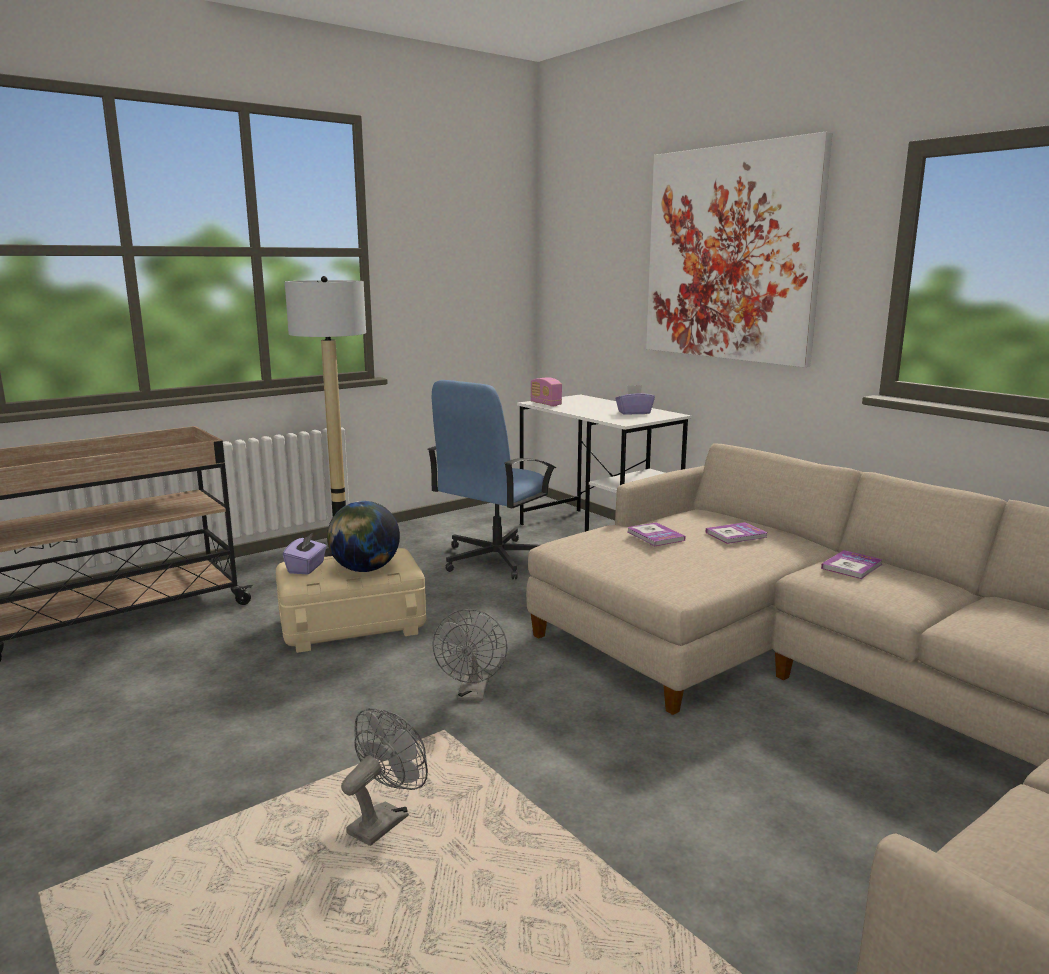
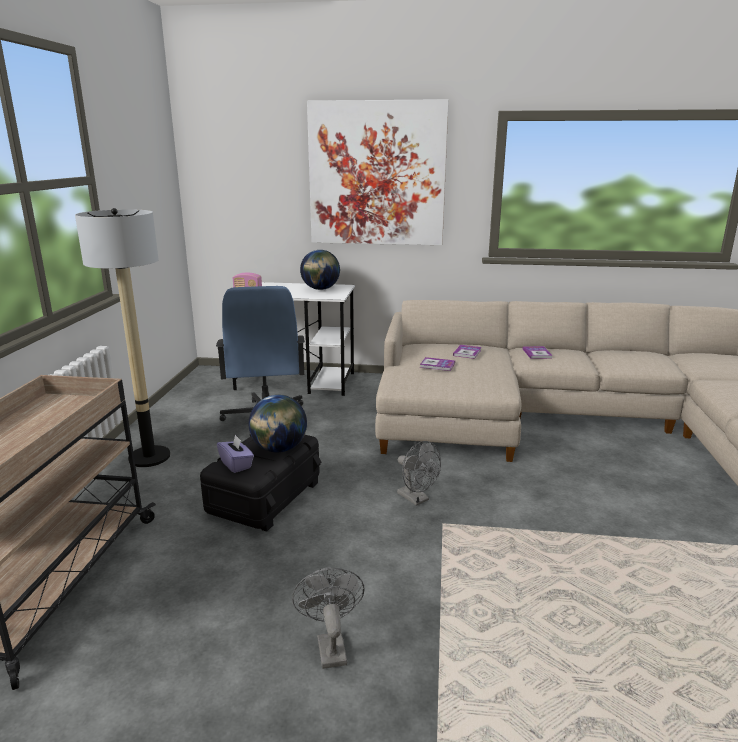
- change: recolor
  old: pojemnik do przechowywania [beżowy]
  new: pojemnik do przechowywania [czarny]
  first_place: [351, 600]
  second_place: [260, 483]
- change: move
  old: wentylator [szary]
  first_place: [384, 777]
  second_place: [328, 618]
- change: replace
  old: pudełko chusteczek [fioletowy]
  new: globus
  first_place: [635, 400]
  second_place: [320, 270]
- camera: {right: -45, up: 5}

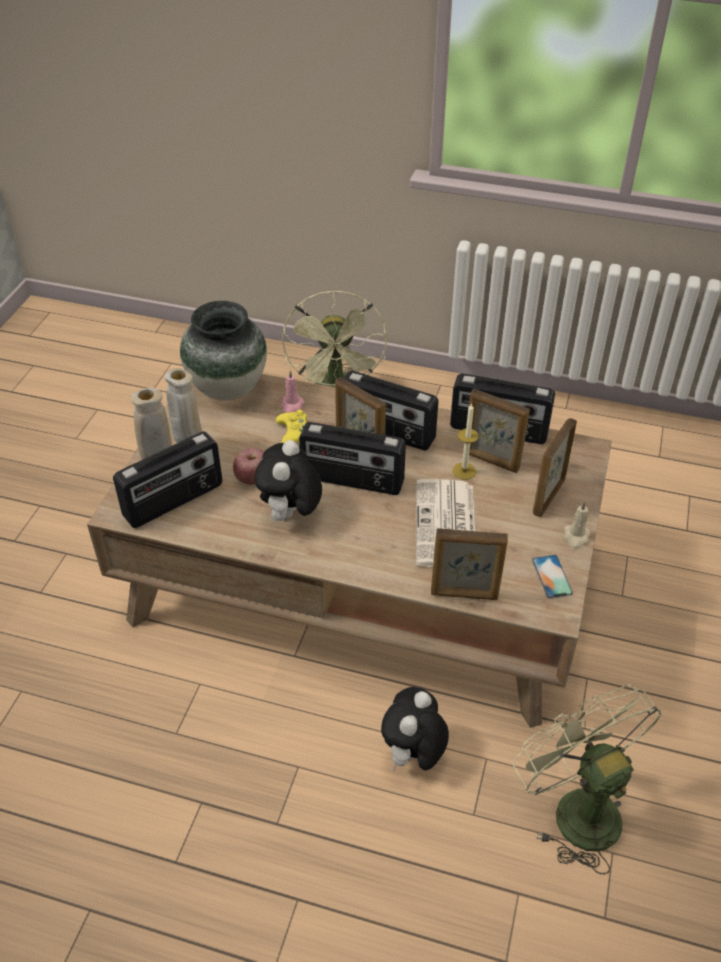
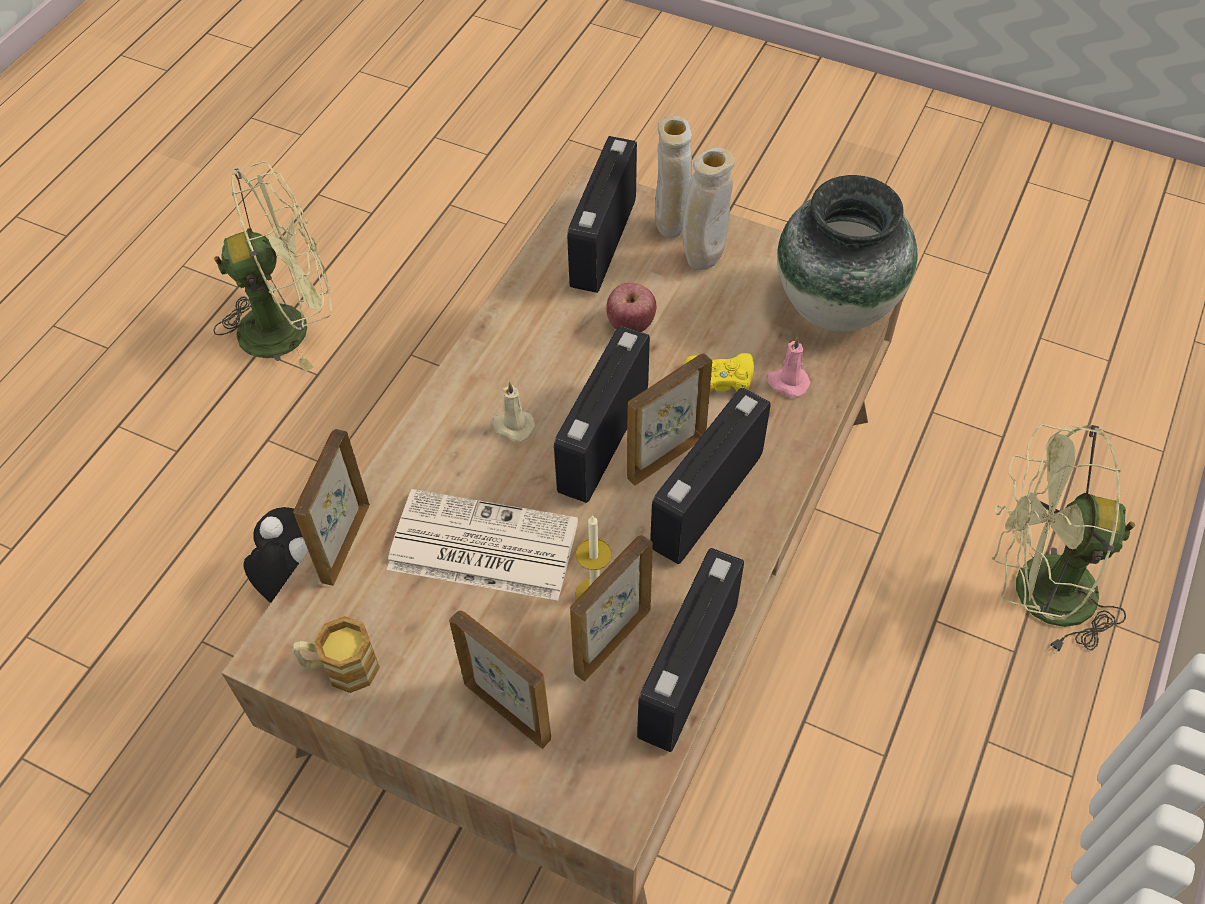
- change: rotate
  old: radio
  first_place: [167, 479]
  second_place: [602, 214]
  degrees: 45
- change: delete
  old: pluszak
  first_place: [288, 482]
- change: move
  old: wentylator [zielony]
  first_place: [587, 779]
  second_place: [273, 266]
- change: replace
  old: telefon
  new: kubek
  first_place: [552, 577]
  second_place: [336, 654]
- change: move
  old: świeca [beżowy]
  first_place: [577, 525]
  second_place: [514, 411]
- camera: {right: 100, up: 10}

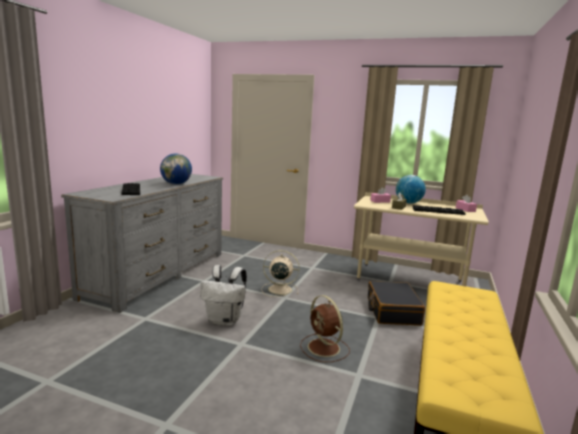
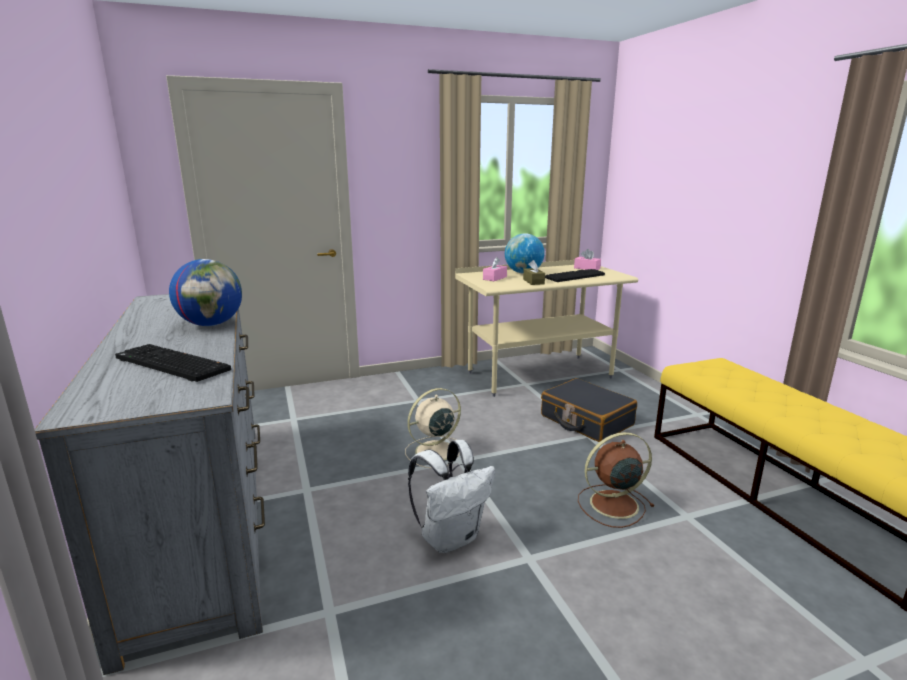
- change: rotate
  old: wentylator [brązowy]
  first_place: [325, 328]
  second_place: [616, 480]
  degrees: 150
- camera: {right: -40, up: 5}

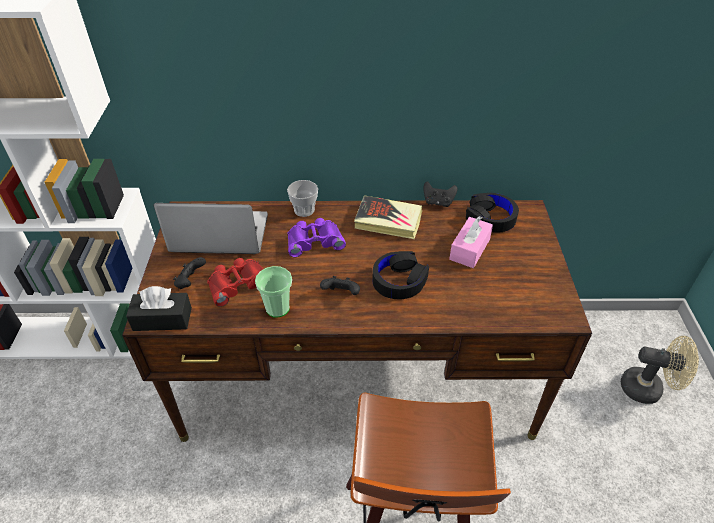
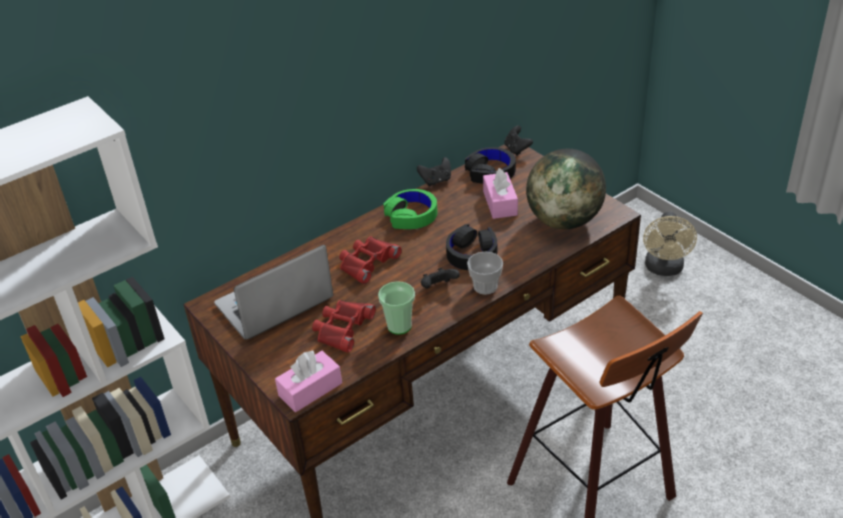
- change: recolor
  old: pudełko chusteczek [czarny]
  new: pudełko chusteczek [różowy]
  first_place: [159, 308]
  second_place: [308, 381]
- change: move
  old: pad do gier [czarny]
  first_place: [189, 273]
  second_place: [518, 141]
- change: move
  old: filiżanka
  first_place: [302, 198]
  second_place: [485, 273]
- change: recolor
  old: lornetka [fioletowy]
  new: lornetka [czerwony]
  first_place: [316, 237]
  second_place: [371, 260]
- change: replace
  old: książka
  new: słuchawki [zielony]
  first_place: [388, 217]
  second_place: [411, 209]
- change: rotate
  old: wentylator [beżowy]
  first_place: [660, 370]
  second_place: [670, 244]
  degrees: 120
- change: insert
  new: globus
  second_place: [566, 189]
- camera: {right: -35, up: -5}

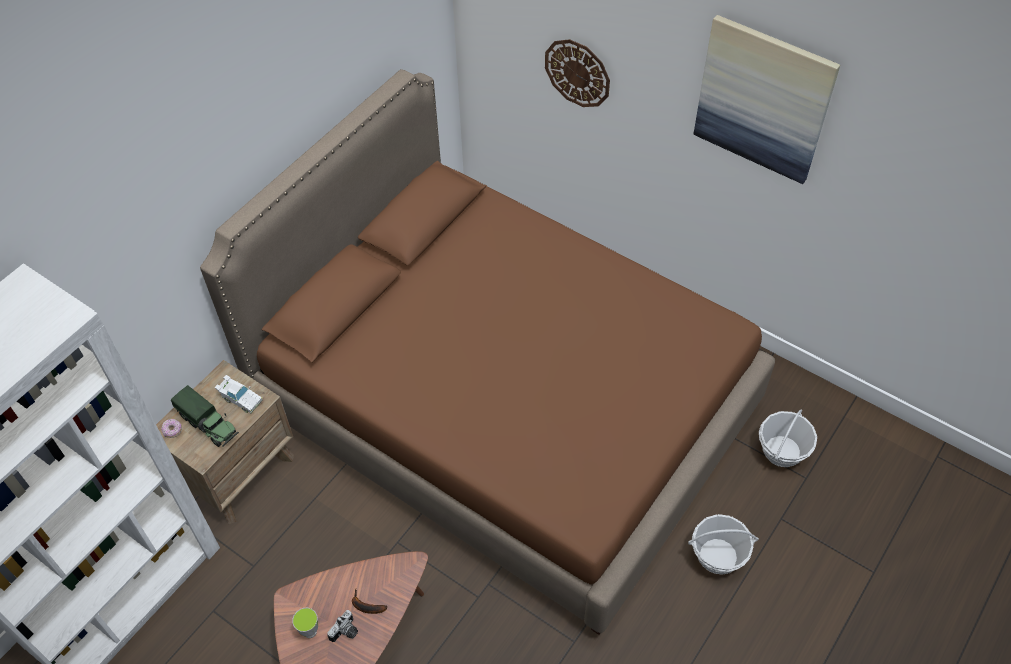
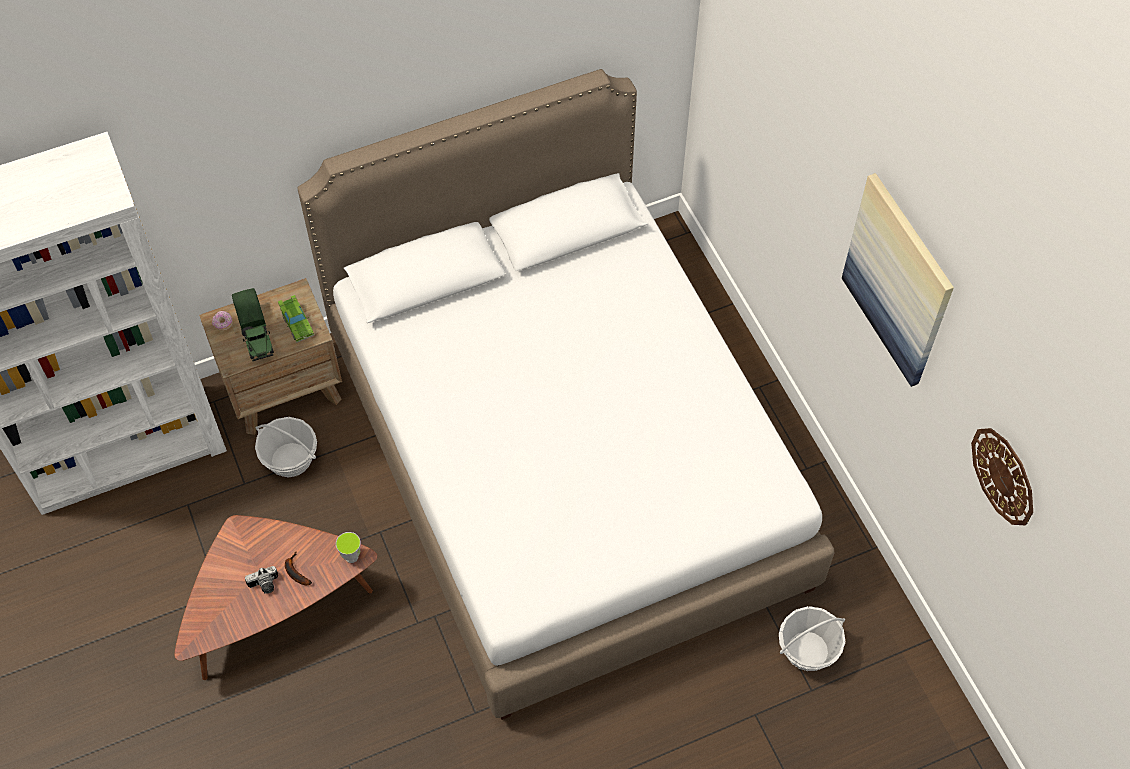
- change: recolor
  old: łóżko [brązowy]
  new: łóżko [biały]
  first_place: [487, 352]
  second_place: [566, 394]
- change: recolor
  old: samochodzik [biały]
  new: samochodzik [zielony]
  first_place: [238, 394]
  second_place: [296, 319]
- change: move
  old: filiżanka
  first_place: [305, 623]
  second_place: [348, 547]
- change: move
  old: zegar ścienny
  first_place: [577, 73]
  second_place: [1002, 476]
- change: move
  old: koszyk
  first_place: [723, 544]
  second_place: [286, 447]
- camera: {right: 30, up: 5}

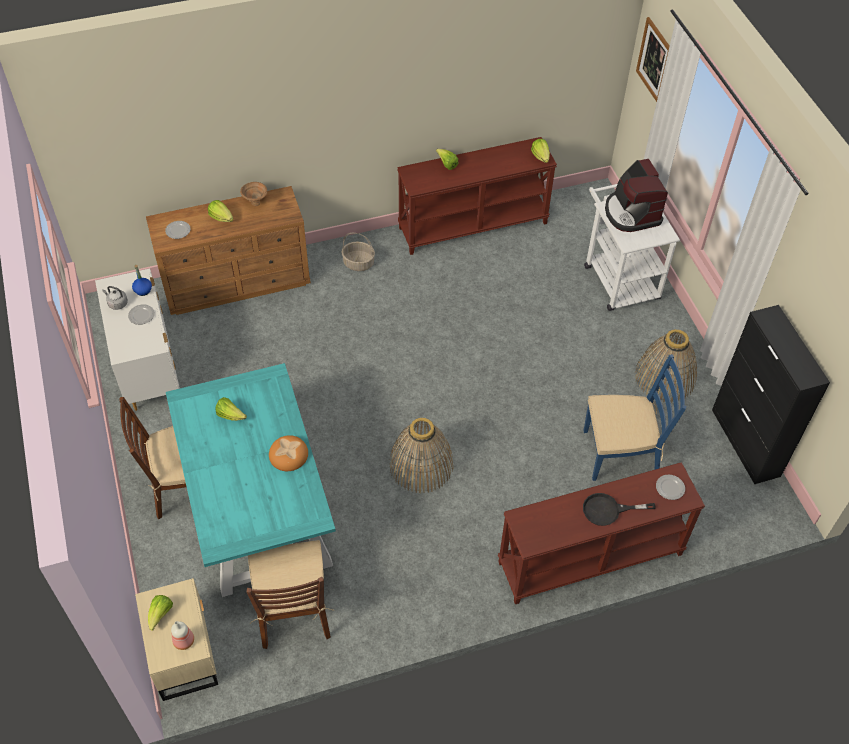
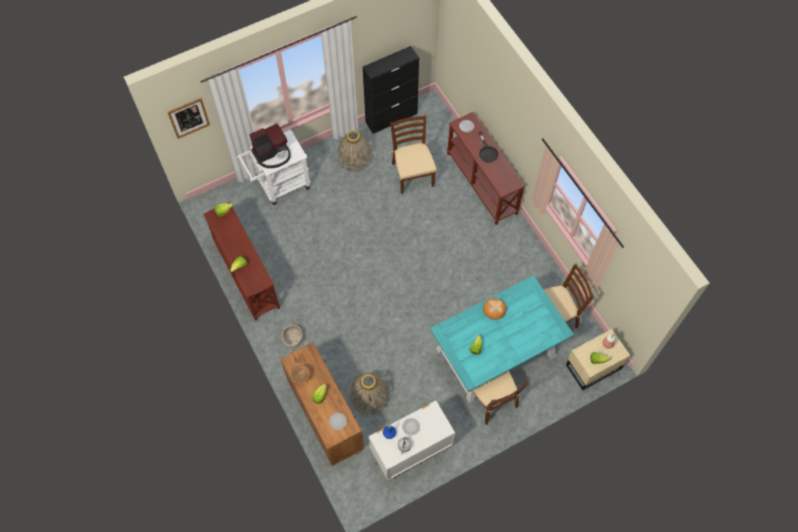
- change: move
  old: koszyk
  first_place: [421, 455]
  second_place: [370, 394]
- change: recolor
  old: krzesło [niebieski]
  new: krzesło [brązowy]
  first_place: [635, 417]
  second_place: [413, 154]
- camera: {right: -100, up: 10}

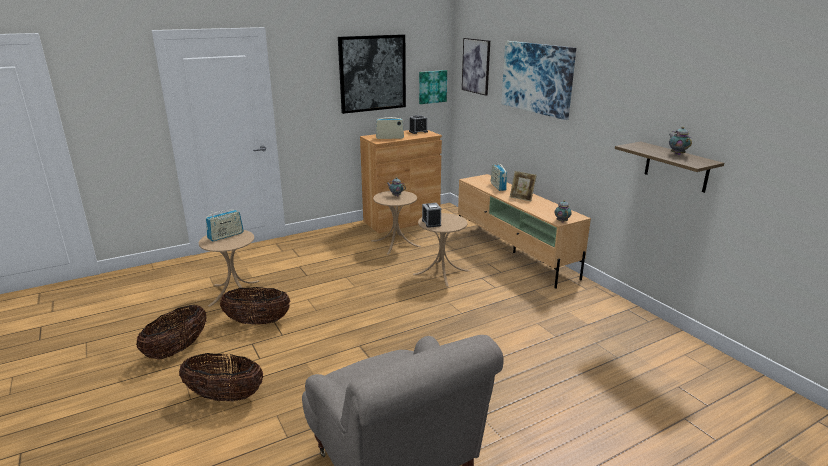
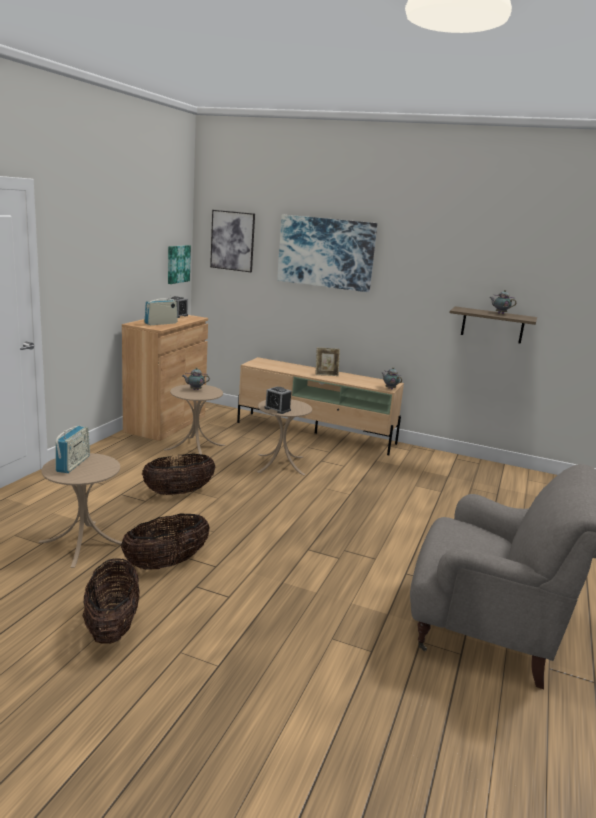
- change: move
  old: koszyk
  first_place: [221, 377]
  second_place: [178, 474]
- change: delete
  old: obraz
  first_place: [372, 74]
- change: delete
  old: radio
  first_place: [499, 177]
- camera: {right: -40, up: -5}

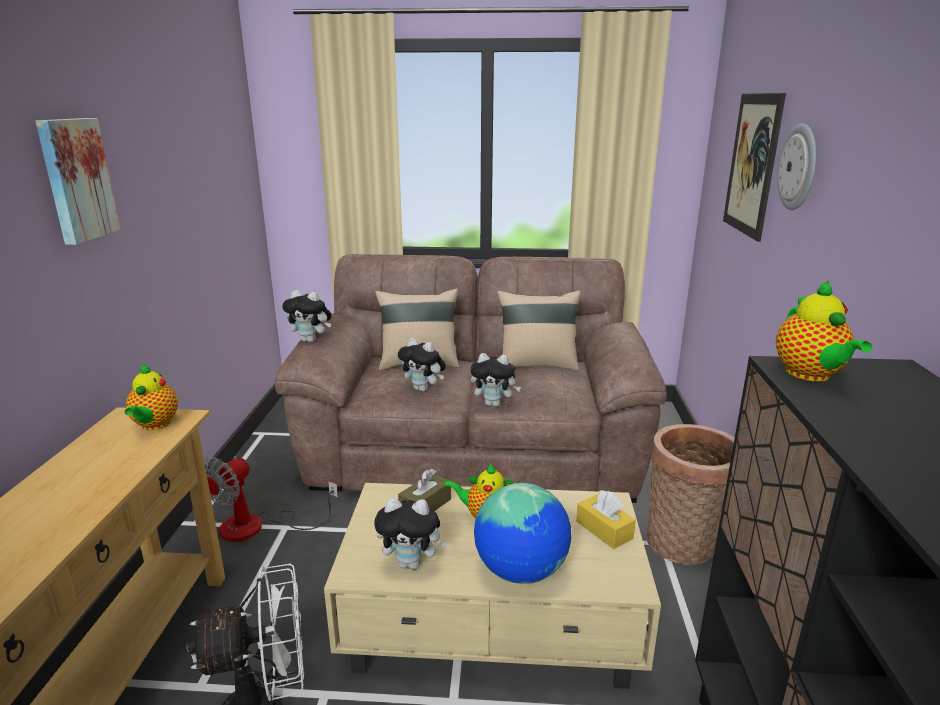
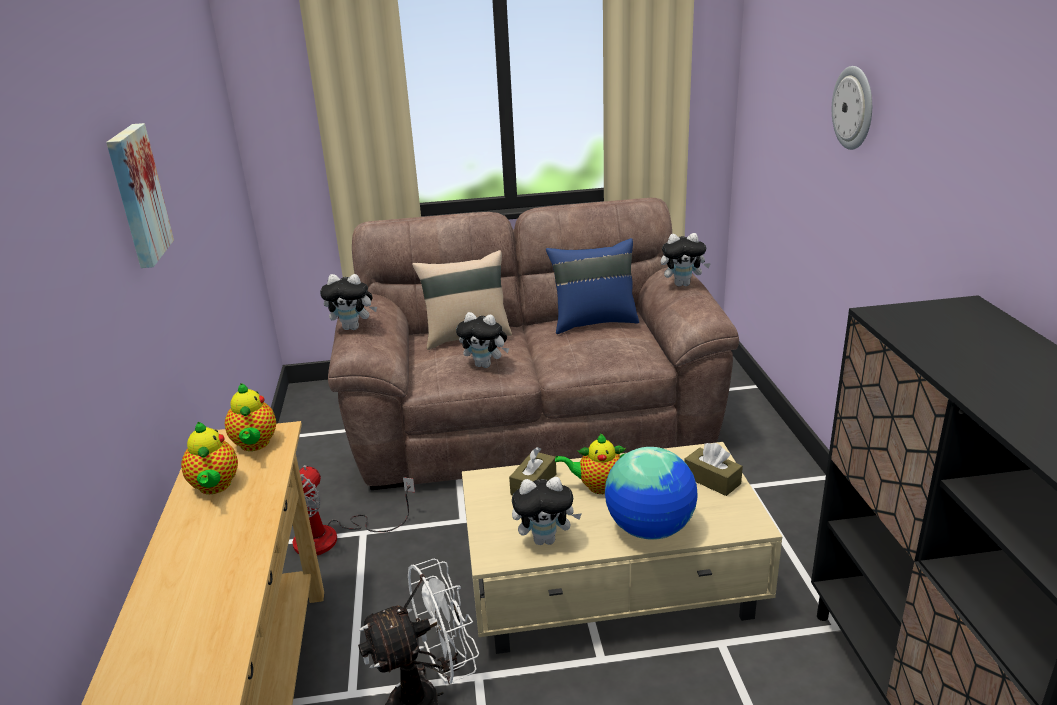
- change: move
  old: pluszak
  first_place: [495, 380]
  second_place: [686, 259]
- change: recolor
  old: poduszka [beżowy]
  new: poduszka [niebieski]
  first_place: [539, 330]
  second_place: [592, 286]
- change: recolor
  old: pudełko chusteczek [żółty]
  new: pudełko chusteczek [brązowy]
  first_place: [606, 519]
  second_place: [713, 469]
- change: delete
  old: koszyk
  first_place: [691, 494]
- change: delete
  old: obraz
  first_place: [754, 167]
- change: move
  old: imbryk
  first_place: [824, 330]
  second_place: [209, 458]
- camera: {right: -10, up: 5}

